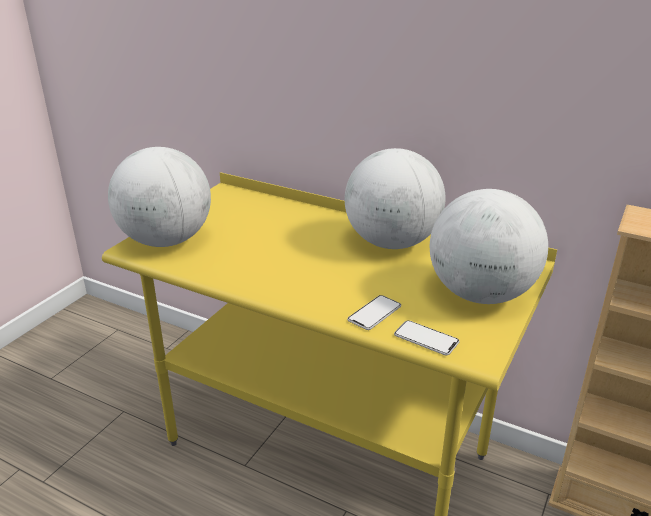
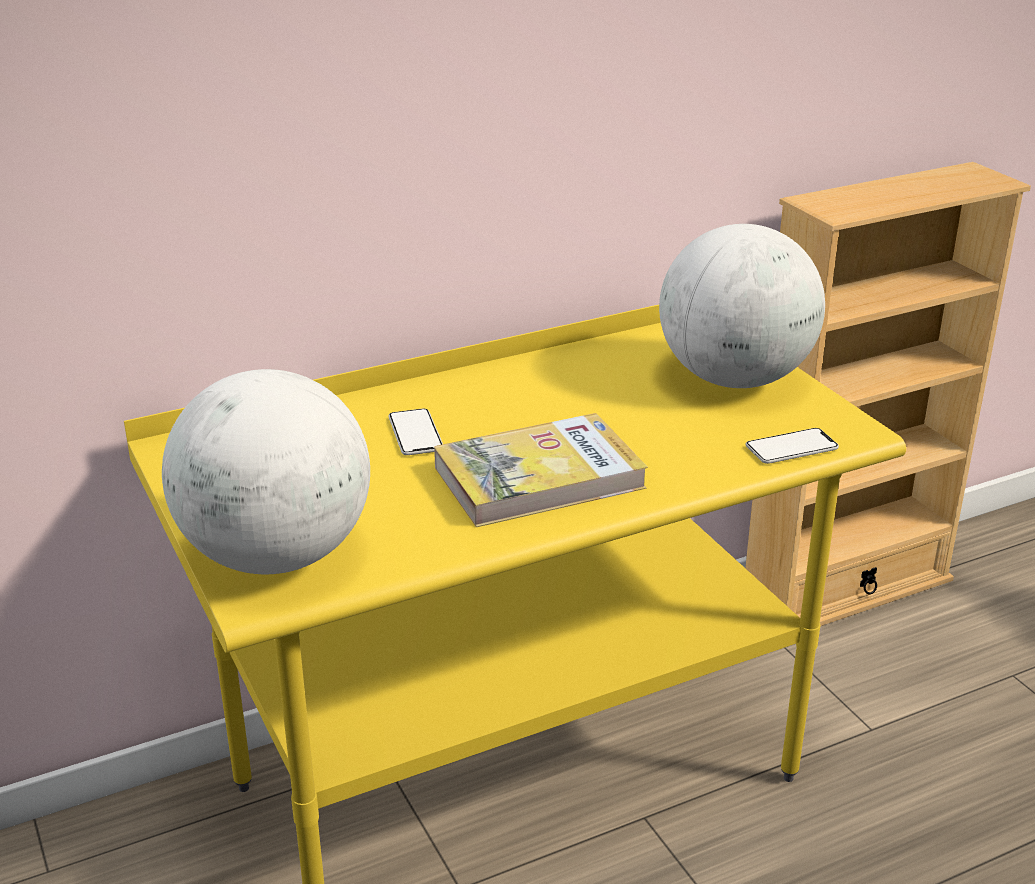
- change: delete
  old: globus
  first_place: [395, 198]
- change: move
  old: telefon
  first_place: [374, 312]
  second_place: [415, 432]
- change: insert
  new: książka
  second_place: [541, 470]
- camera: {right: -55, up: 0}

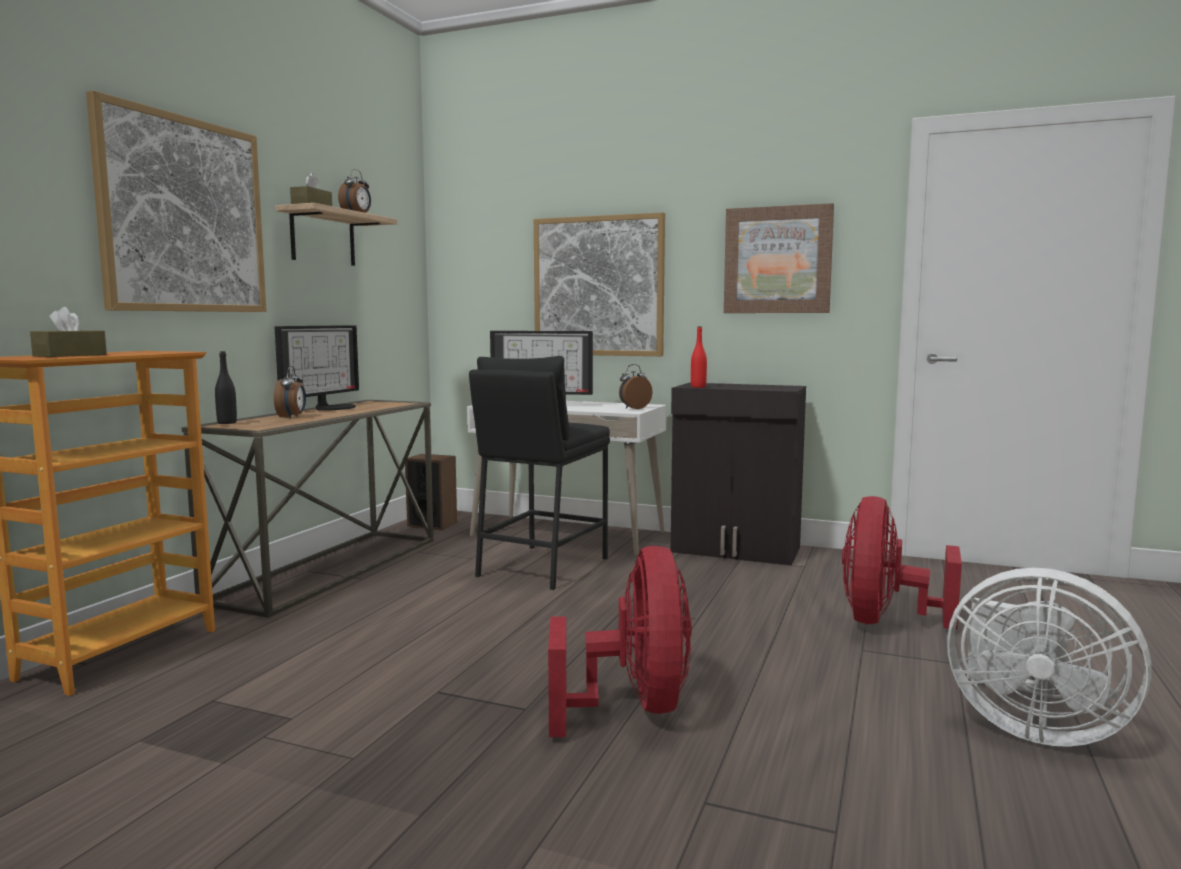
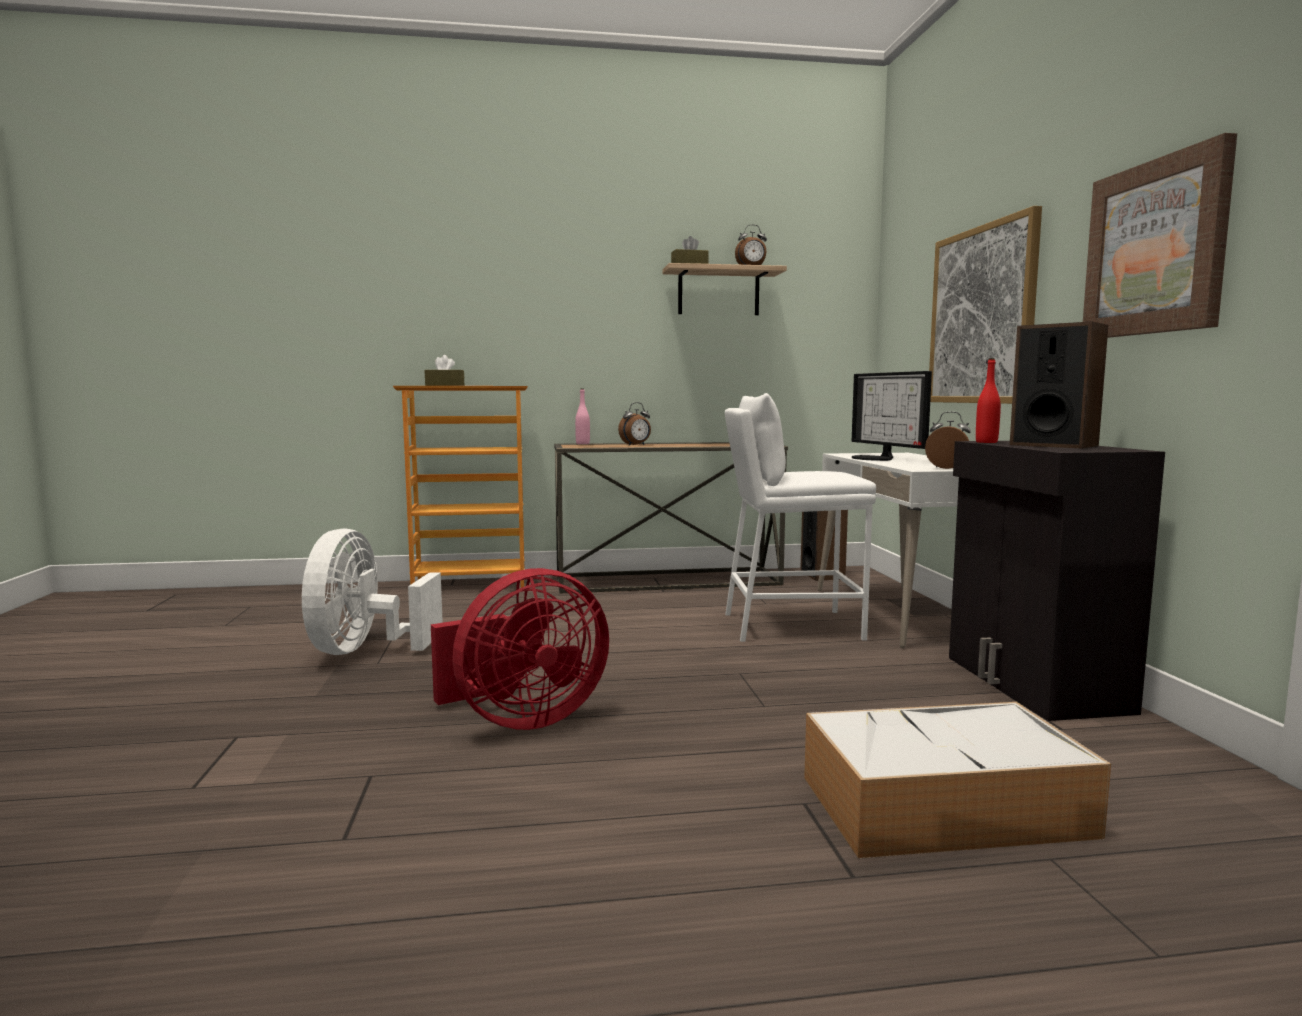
- change: delete
  old: obraz
  first_place: [176, 201]
- change: recolor
  old: butelka [czarny]
  new: butelka [różowy]
  first_place: [226, 387]
  second_place: [582, 416]
- change: delete
  old: monitor
  first_place: [317, 368]
- change: recolor
  old: stołek [czarny]
  new: stołek [biały]
  first_place: [539, 473]
  second_place: [800, 517]
- change: replace
  old: wentylator [czerwony]
  new: pojemnik do przechowywania
  first_place: [902, 563]
  second_place: [957, 780]
- change: move
  old: wentylator [biały]
  first_place: [1049, 657]
  second_place: [372, 591]
- change: insert
  new: głośnik
  second_place: [1059, 385]
- camera: {right: 60, up: 0}

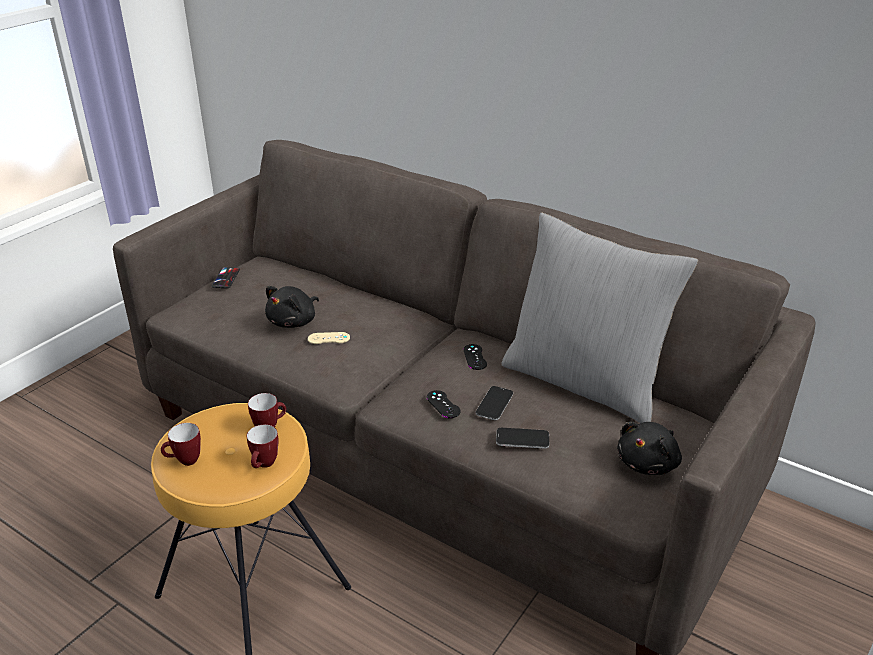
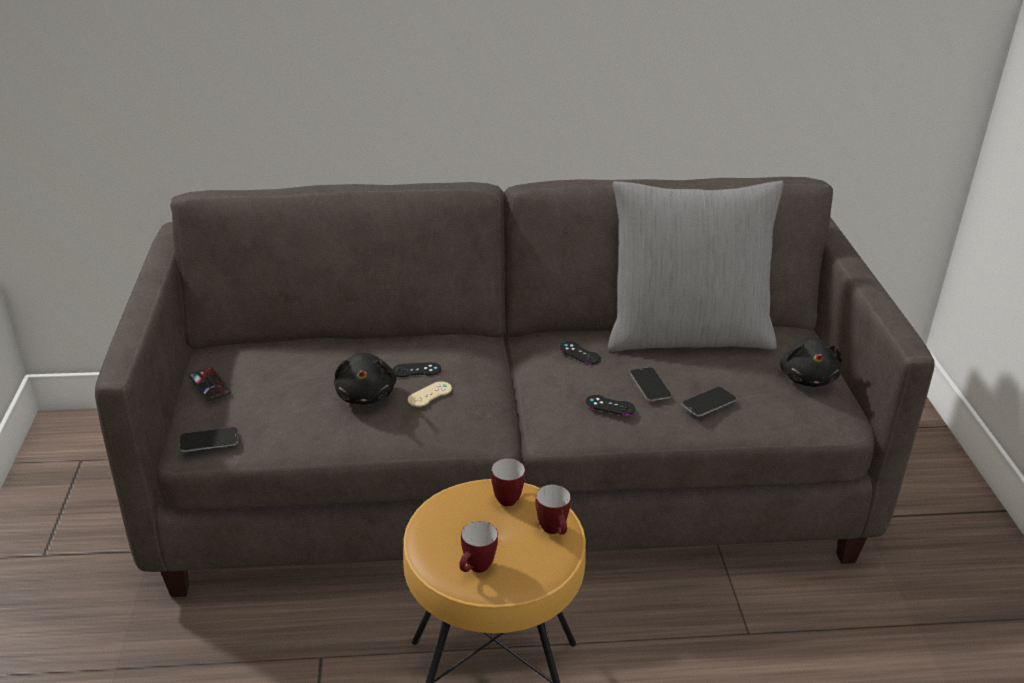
- change: insert
  new: telefon
  second_place: [209, 439]
- change: insert
  new: pad do gier [czarny]
  second_place: [417, 369]
- camera: {right: -40, up: 0}

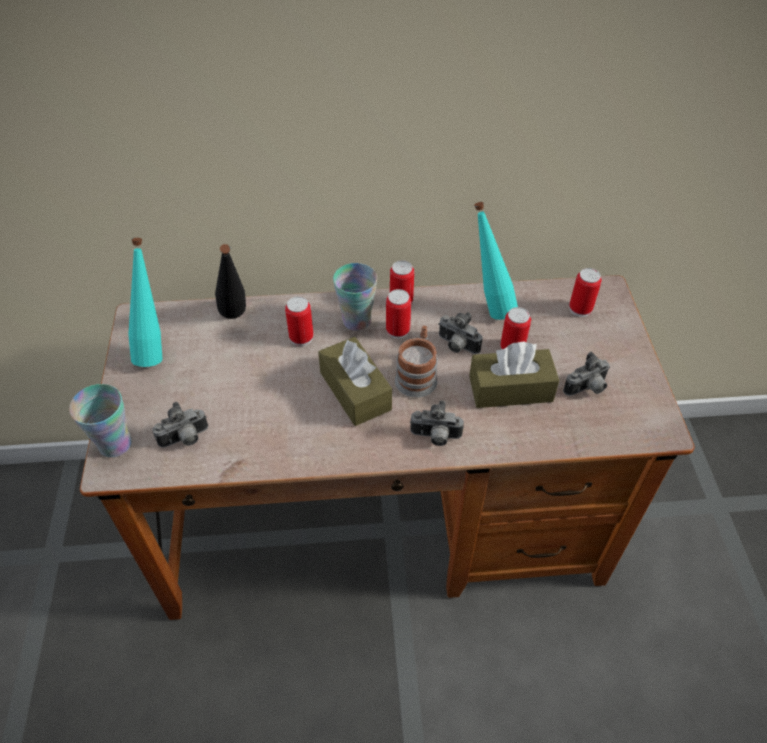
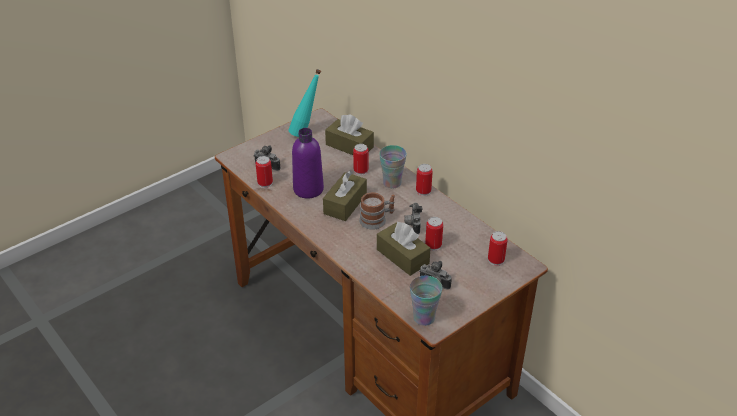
- change: move
  old: filiżanka
  first_place: [100, 420]
  second_place: [426, 300]
- change: replace
  old: butelka [czarny]
  new: pudełko chusteczek [brązowy]
  first_place: [230, 281]
  second_place: [349, 134]
- change: move
  old: puszka
  first_place: [398, 314]
  second_place: [264, 172]
- change: delete
  old: aparat fotograficzny
  first_place: [437, 423]
- change: delete
  old: butelka [turkusowy]
  first_place: [496, 261]
- change: insert
  new: butelka [fioletowy]
  second_place: [308, 163]
- camera: {right: 55, up: -10}

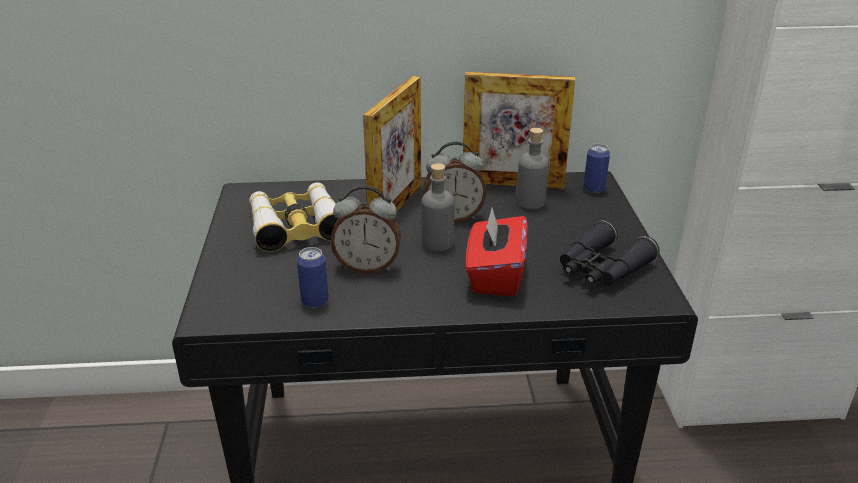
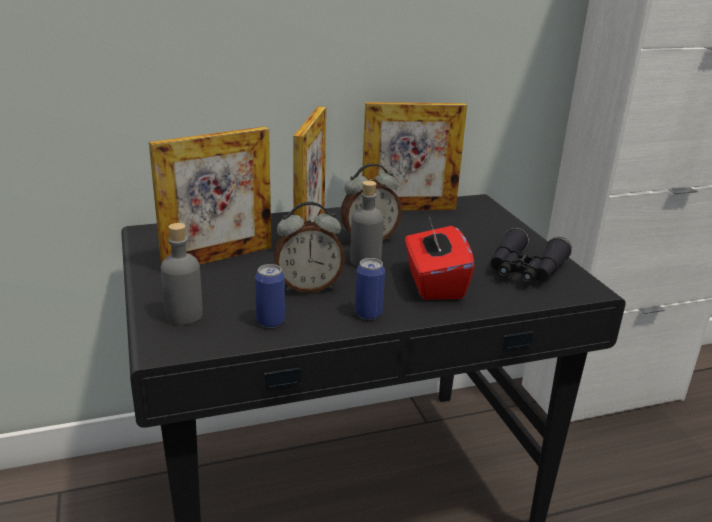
- change: replace
  old: lornetka
  new: ramka na zdjęcie
  first_place: [293, 217]
  second_place: [210, 196]
- change: move
  old: butelka [szary]
  first_place: [532, 168]
  second_place: [182, 274]
- change: move
  old: puszka
  first_place: [596, 168]
  second_place: [370, 289]
- camera: {right: -15, up: -5}

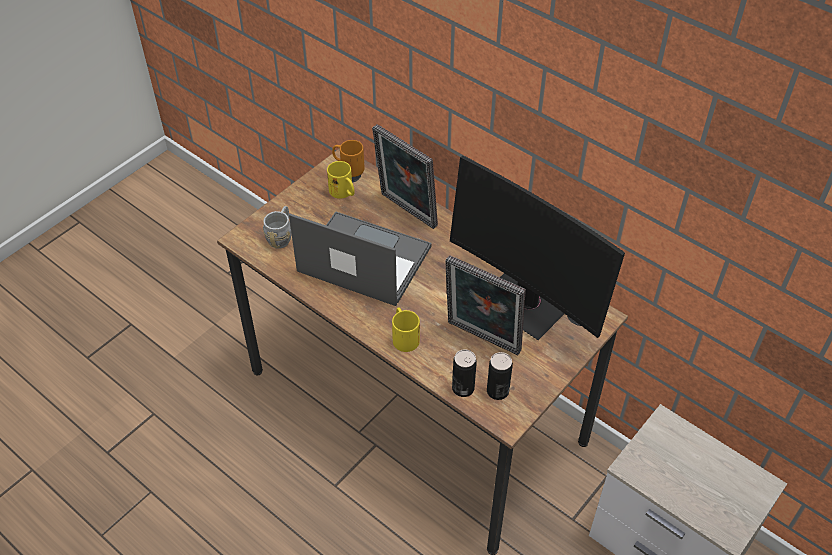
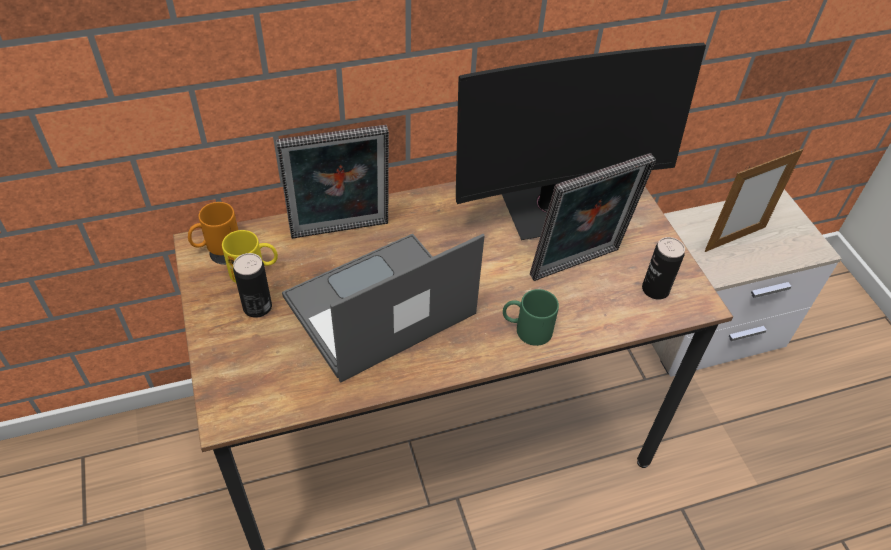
- change: delete
  old: kubek [szary]
  first_place: [277, 227]
- change: recolor
  old: kubek [żółty]
  new: kubek [zielony]
  first_place: [406, 330]
  second_place: [531, 317]
- change: move
  old: puszka
  first_place: [464, 373]
  second_place: [252, 285]
- change: insert
  new: ramka na zdjęcie
  second_place: [754, 200]
- camera: {right: -60, up: 0}

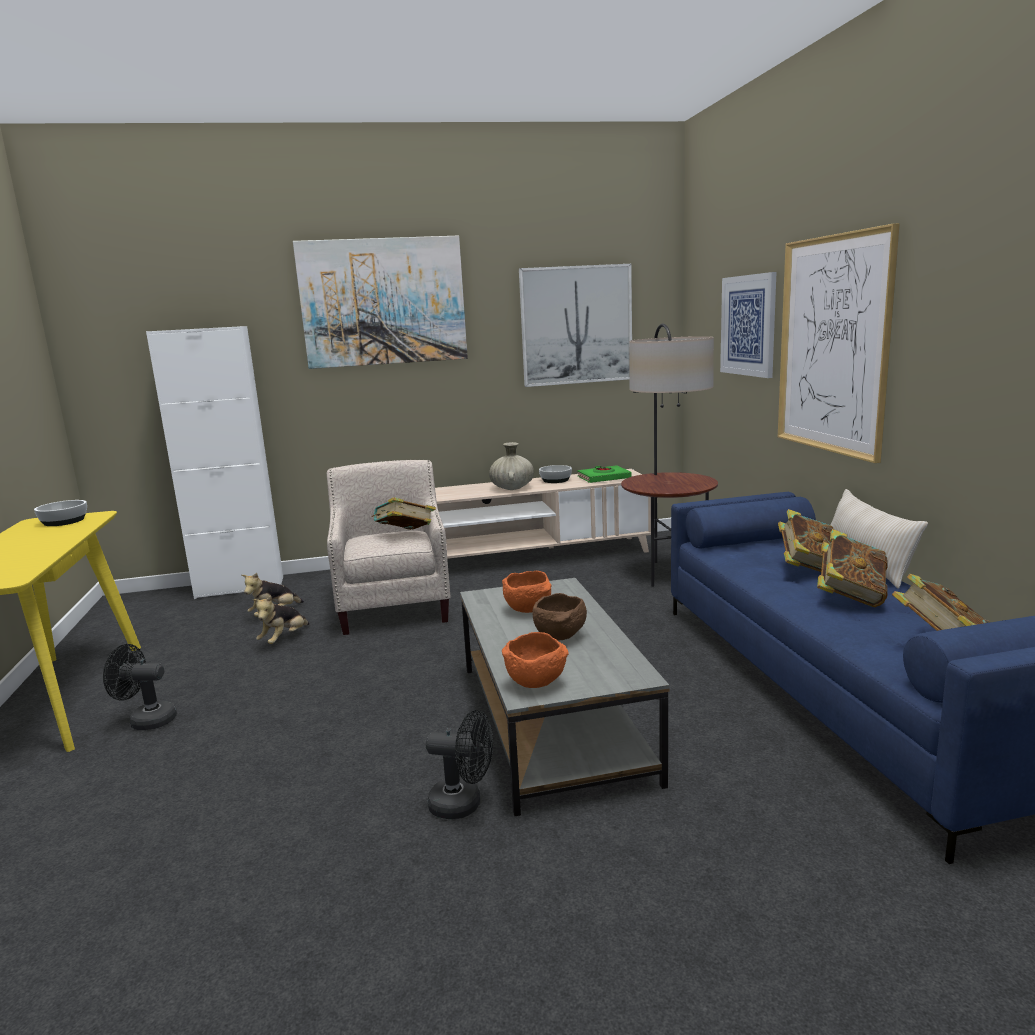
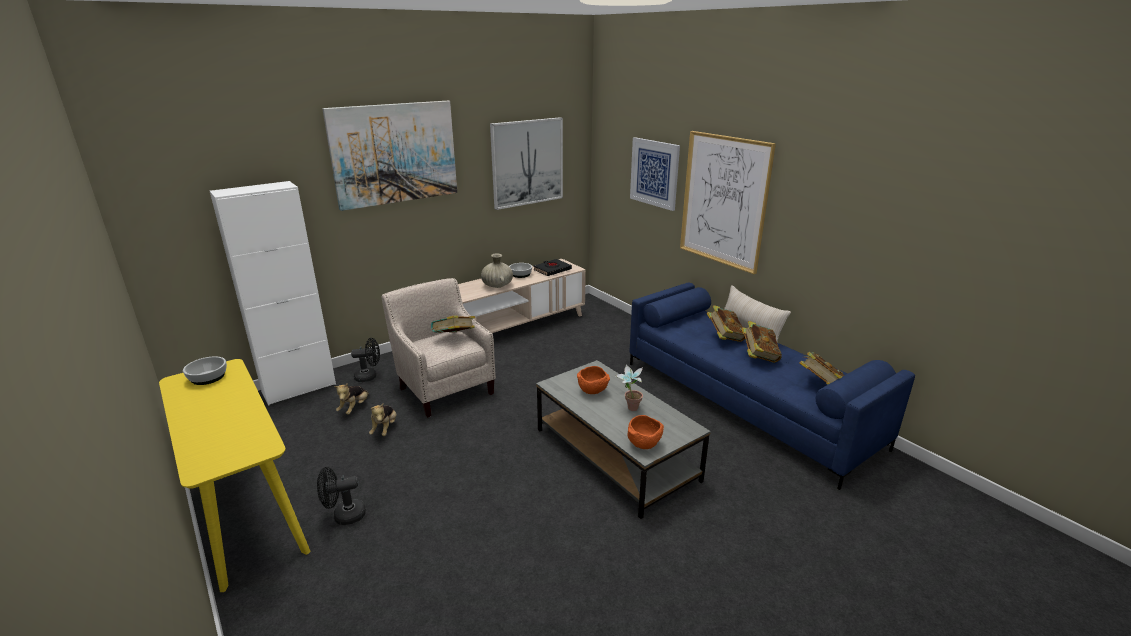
- change: move
  old: wentylator [czarny]
  first_place: [459, 764]
  second_place: [365, 360]
- change: replace
  old: miska [brązowy]
  new: roślina doniczkowa
  first_place: [560, 616]
  second_place: [629, 388]
- change: recolor
  old: książka [zielony]
  new: książka [czarny]
  first_place: [604, 474]
  second_place: [552, 267]
- change: delete
  old: lampa stojąca
  first_place: [669, 455]
- camera: {right: -25, up: 10}

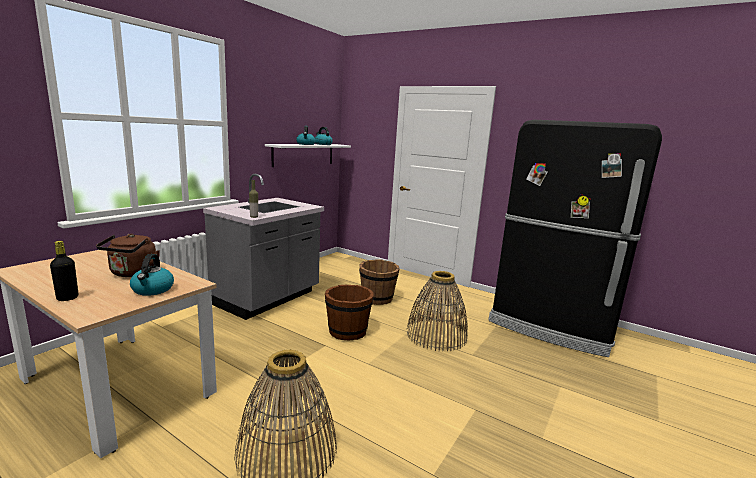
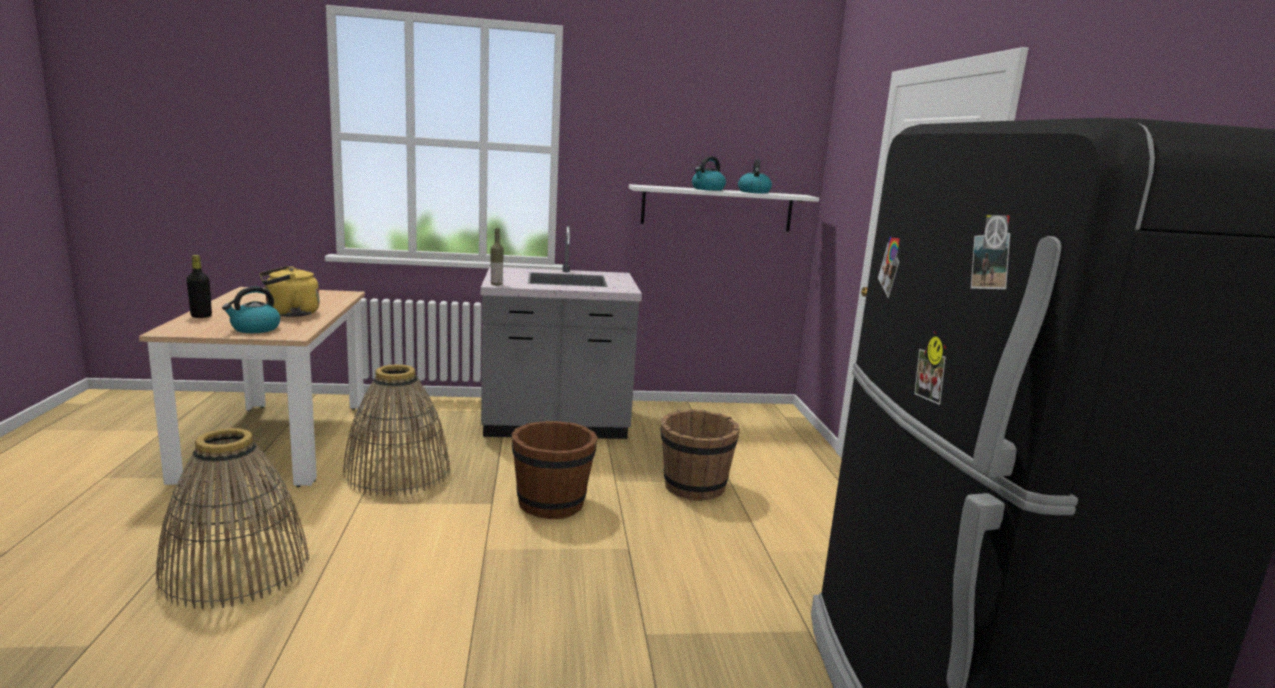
- change: recolor
  old: czajnik [brązowy]
  new: czajnik [żółty]
  first_place: [128, 255]
  second_place: [289, 291]
- change: move
  old: koszyk
  first_place: [437, 311]
  second_place: [396, 430]
- camera: {right: 50, up: 0}

